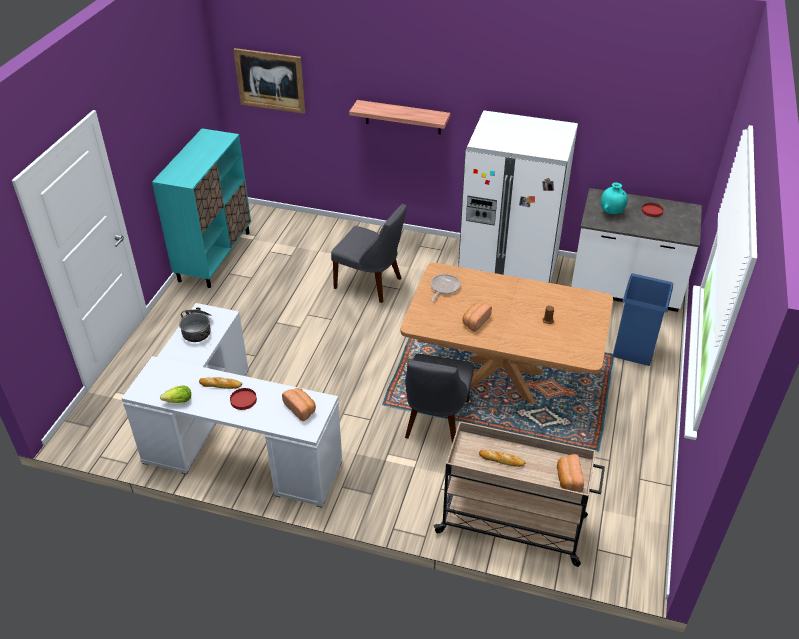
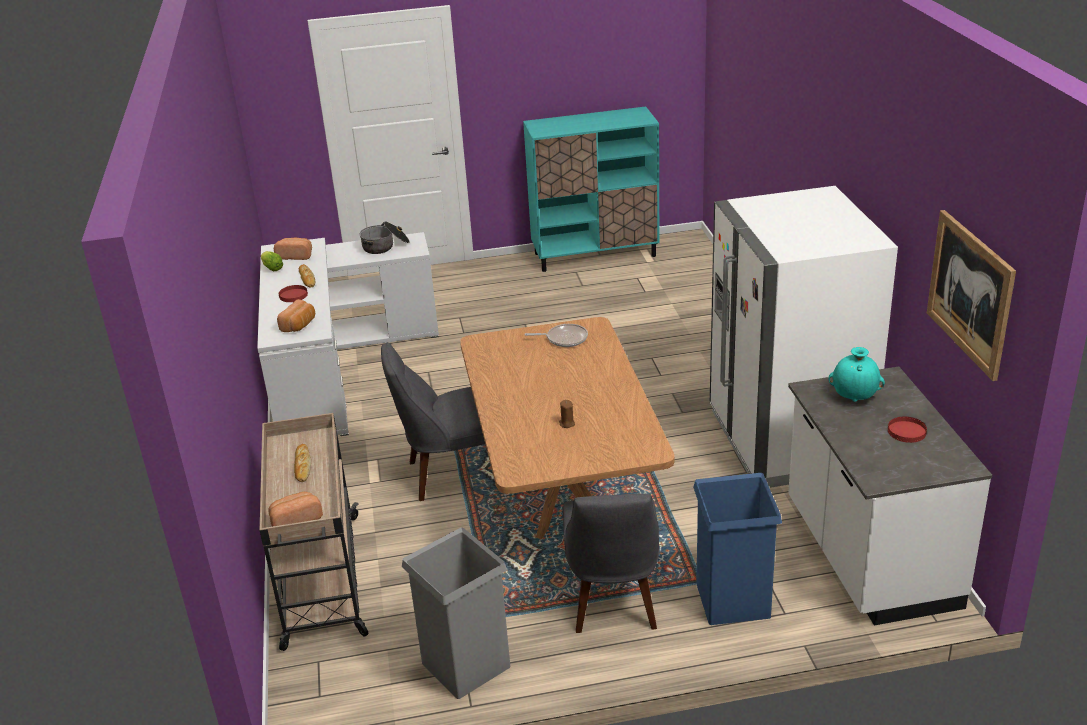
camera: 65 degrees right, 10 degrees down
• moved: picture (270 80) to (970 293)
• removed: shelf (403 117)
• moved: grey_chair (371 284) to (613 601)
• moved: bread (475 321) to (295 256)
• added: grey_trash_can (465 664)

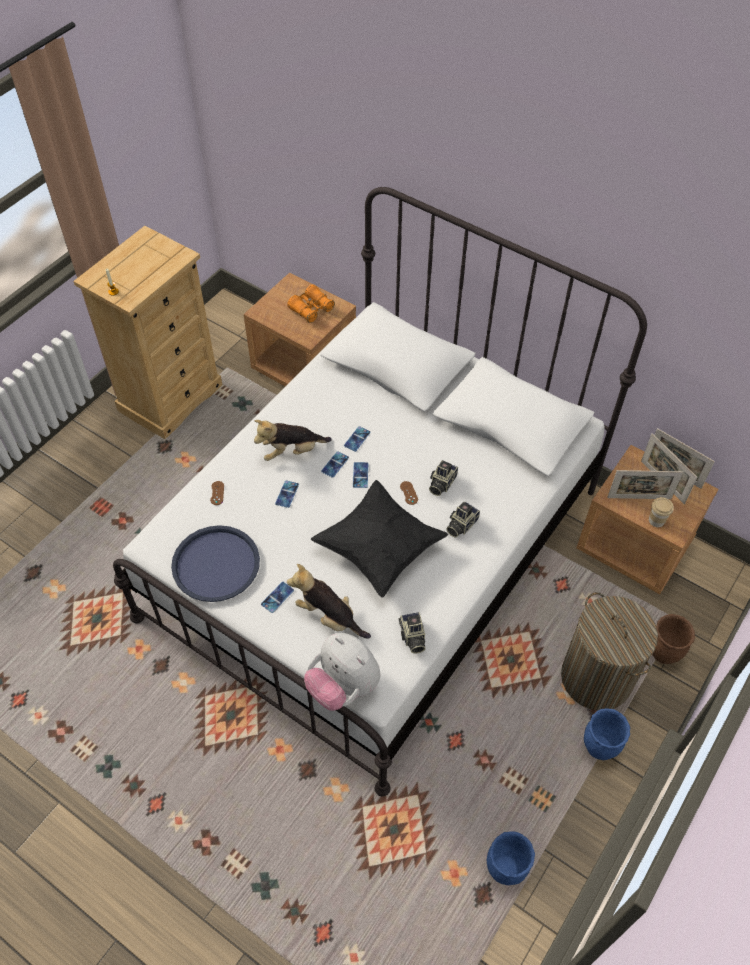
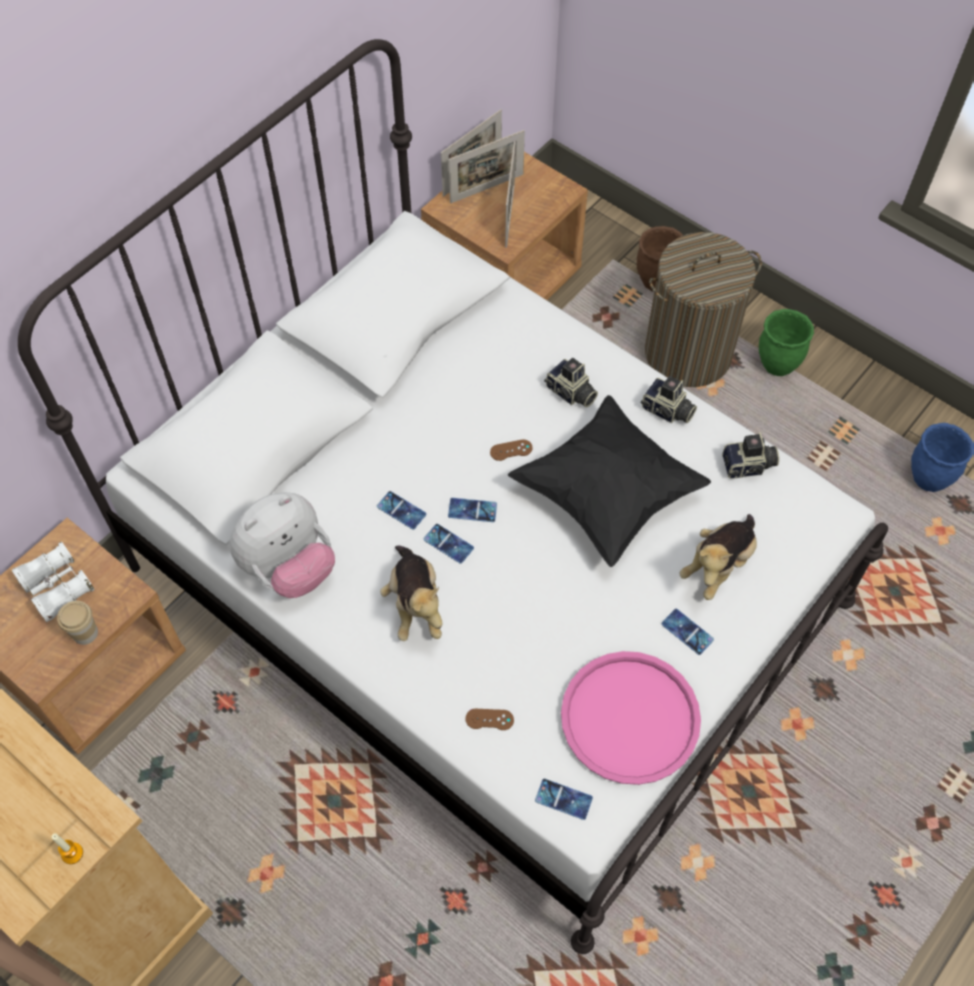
camera: 85 degrees left, 5 degrees up
• recoloured: orange_binoculars (311 309) to white_binoculars (57 587)
• moved: photo_camera (441 483) to (667 411)
• moved: phone (287 494) to (563 799)
• moved: cup (656 520) to (85 633)
• recoloured: blue_tray (216 564) to pink_tray (630 718)
• moved: plush_toy (343 686) to (289 567)
• recoloured: blue_planter (600 748) to green_planter (777 364)

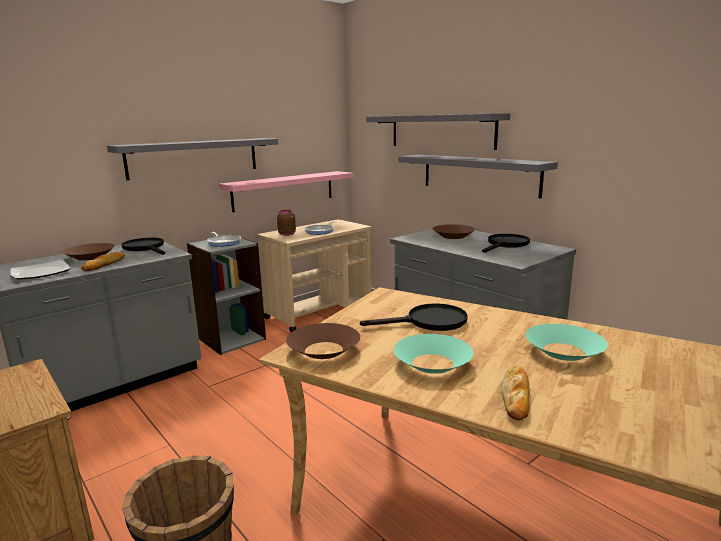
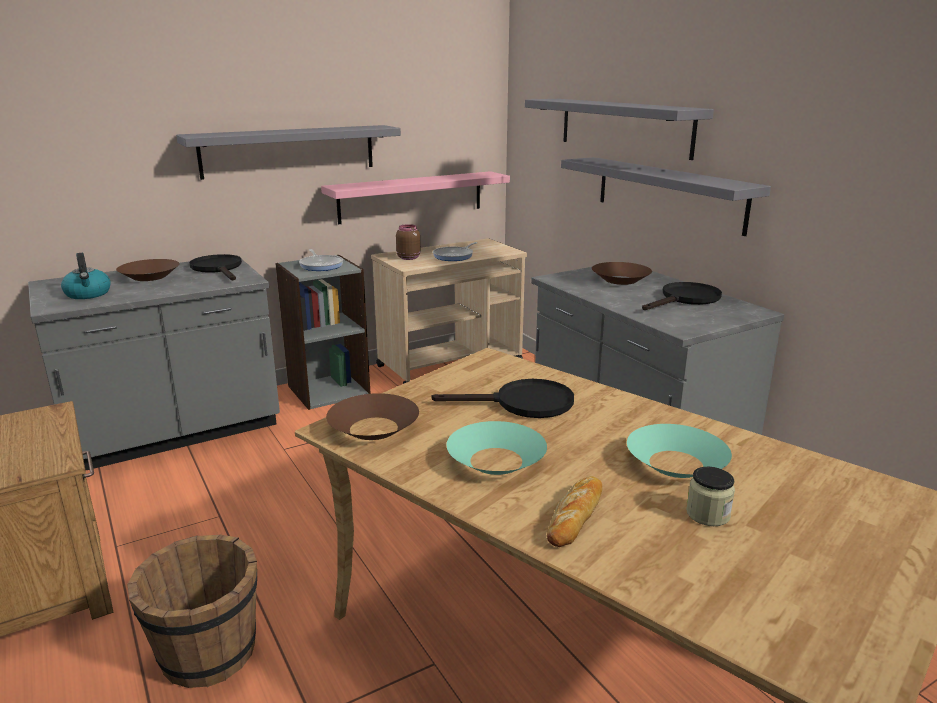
camera: 10 degrees right, 5 degrees up
• removed: bread (105 264)
• replaced: plate (41 272) to kettle (88 294)
• added: jar (707 514)

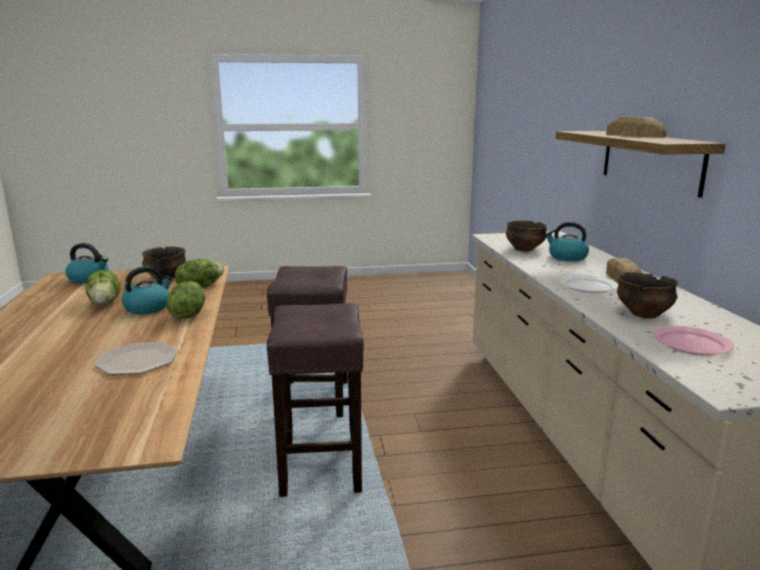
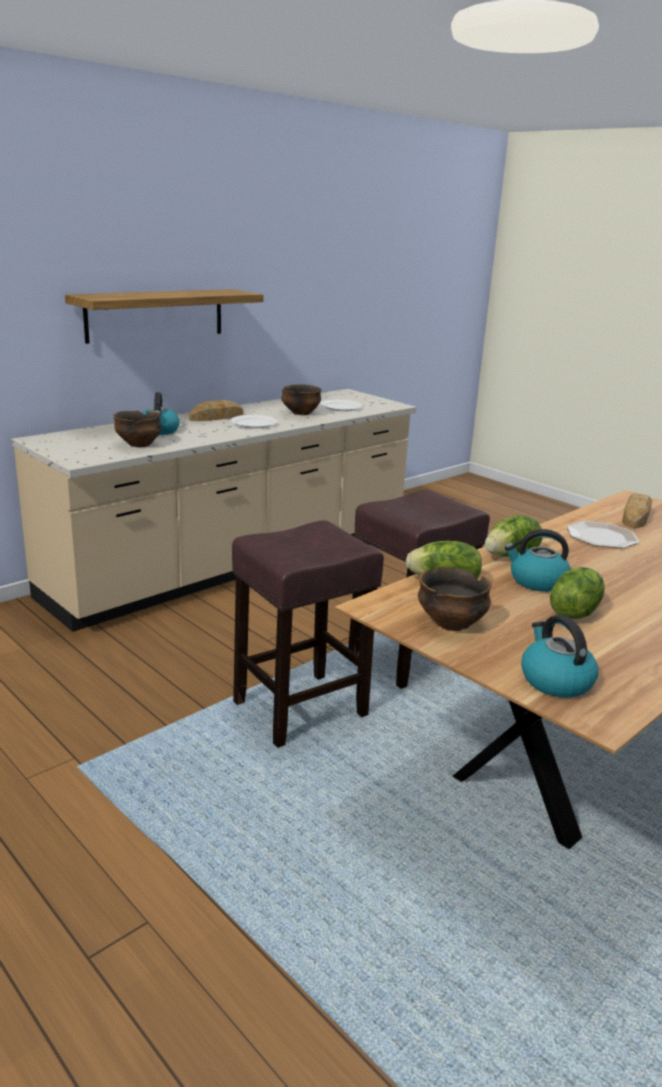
camera: 125 degrees left, 5 degrees up
• moved: bread (634 135) to (636 516)
• recoloured: pink_plate (692 344) to white_plate (341 407)

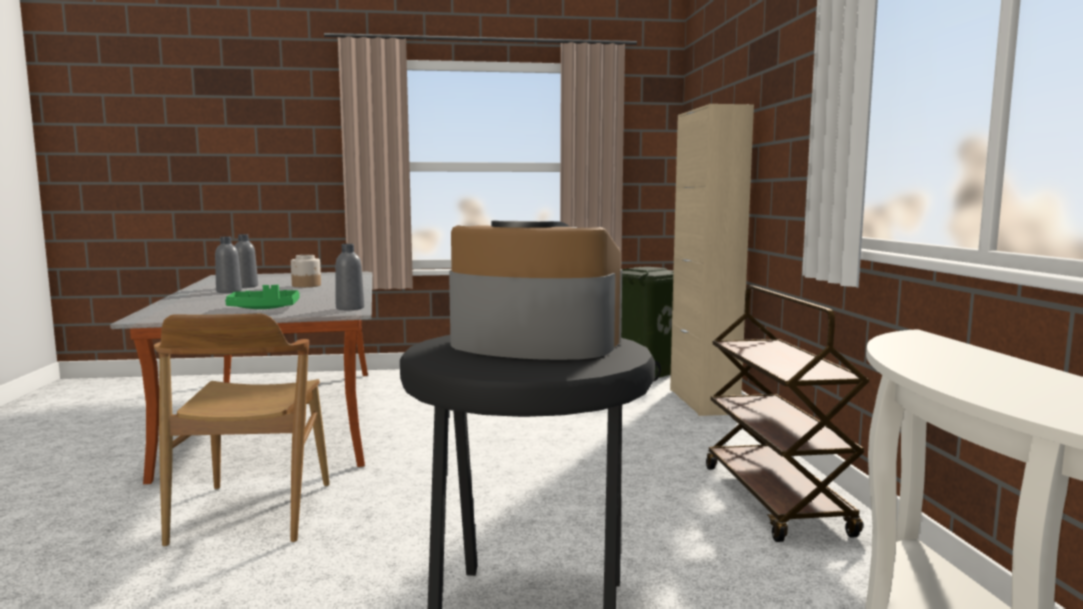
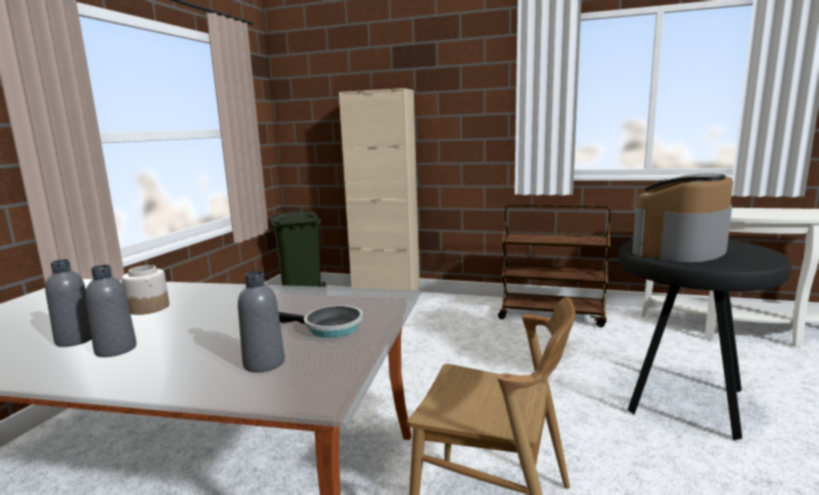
camera: 65 degrees left, 5 degrees up
• moved: grey_bottle (350 308) to (264 363)
• replaced: green_tray (264 309) to frying_pan (328 328)

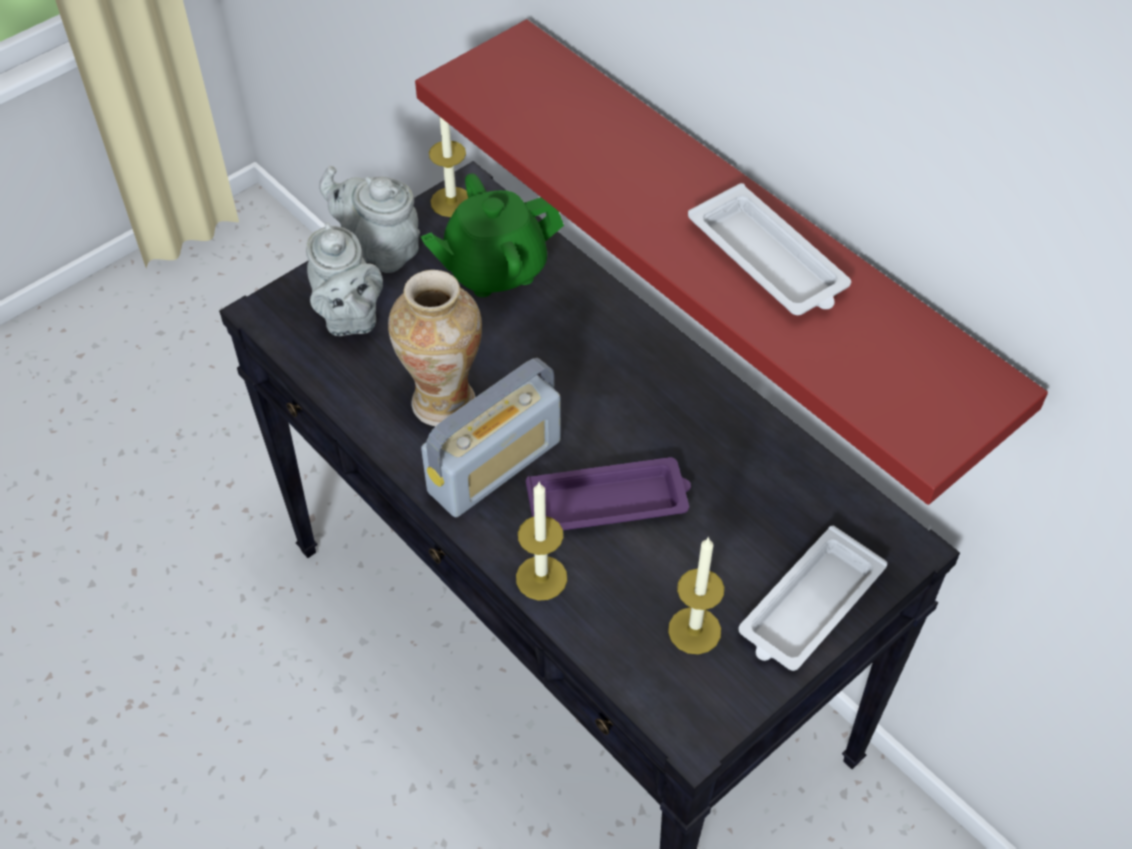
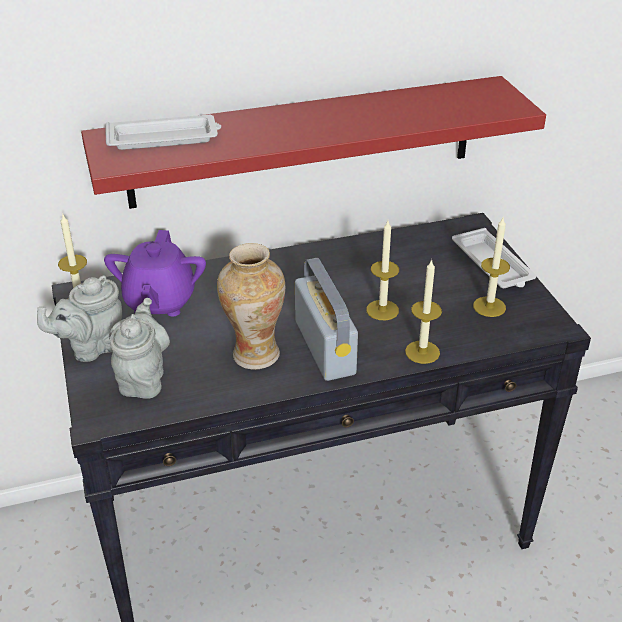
camera: 65 degrees left, 15 degrees down
• recoloured: green_teapot (495 269) to purple_teapot (160 302)
• moved: white_tray (768 261) to (165 138)
• turned: grey_teapot (348 318) = (143 378) 90 degrees counterclockwise
• replaced: purple_tray (610 502) to candle (382 310)

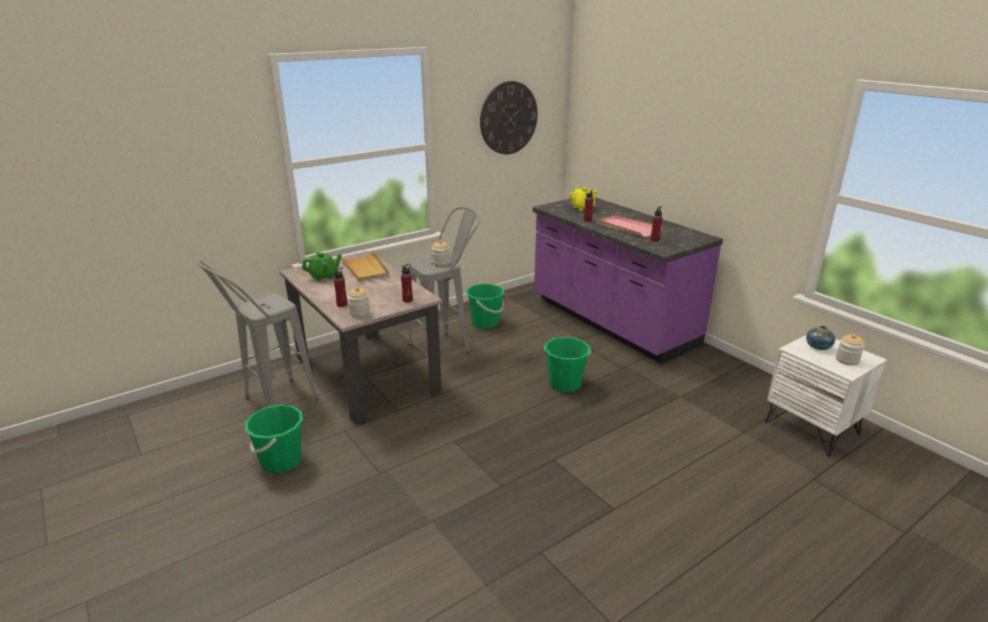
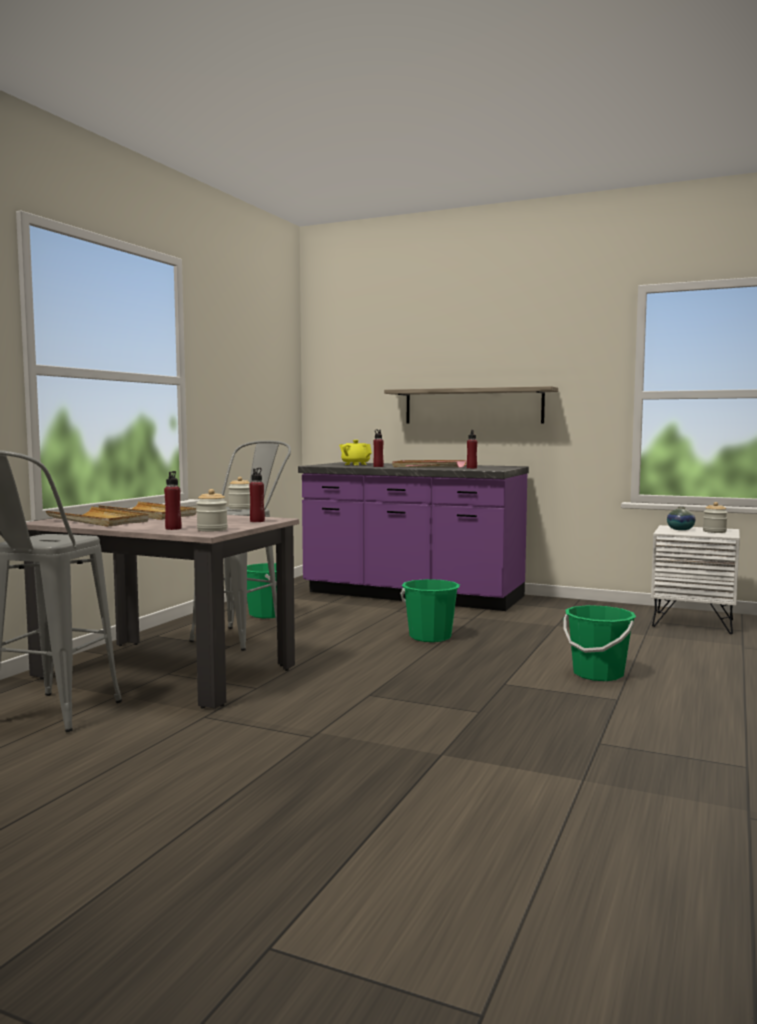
camera: 30 degrees left, 20 degrees down
• removed: wall_clock (508 118)
• replaced: green_teapot (324 276) to beige_tray (98 521)
• moved: green_bucket (281 461) to (597 674)
• added: shelf (473 406)

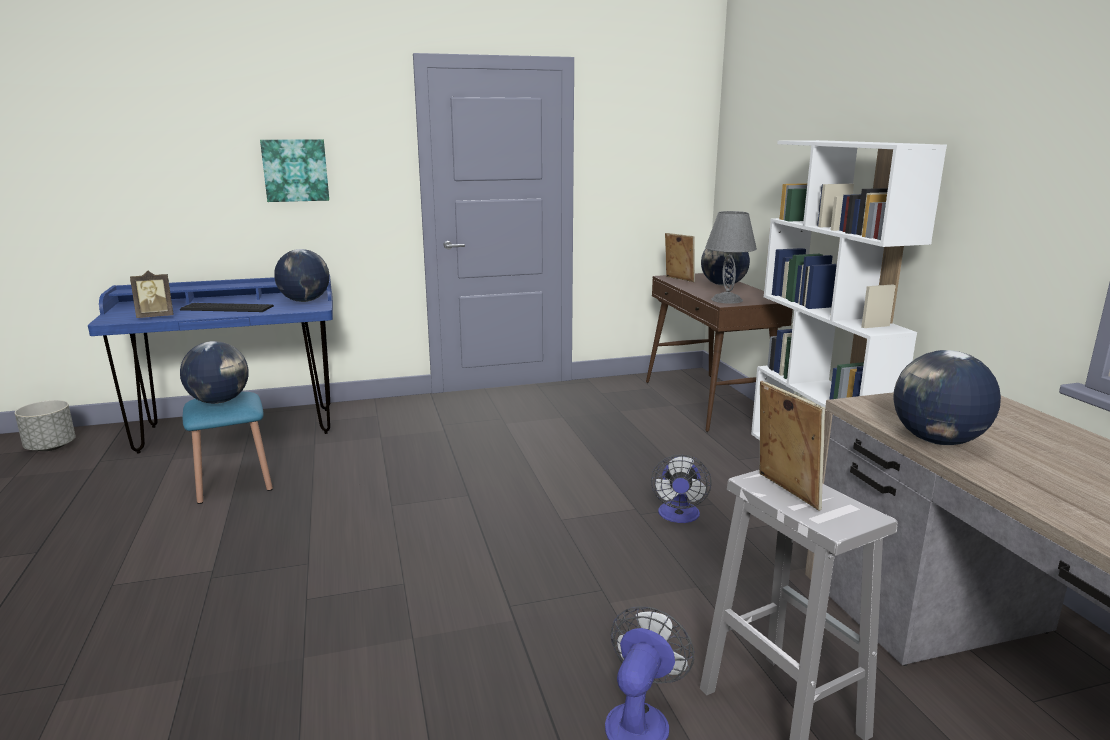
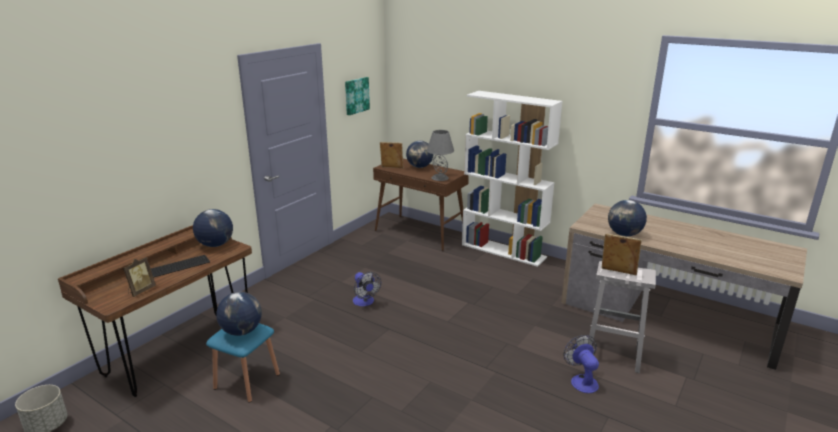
camera: 40 degrees left, 5 degrees up
• moved: picture (295 170) to (356 95)
• recoloured: blue_desk (239 429) to brown_desk (179 351)
• moved: fan (678 516) to (365 302)

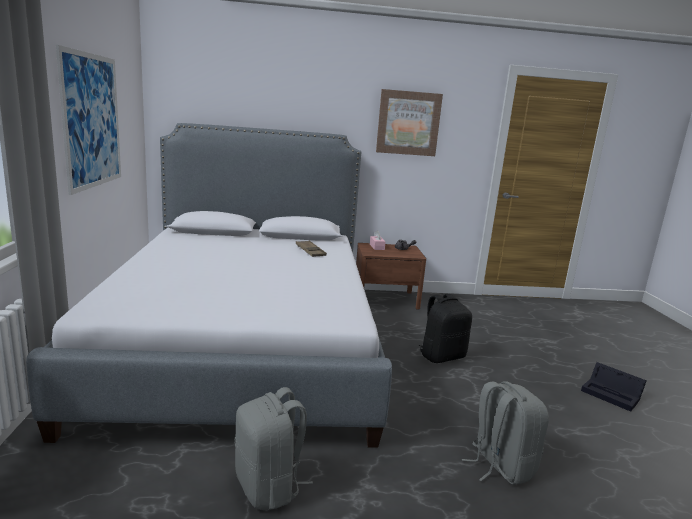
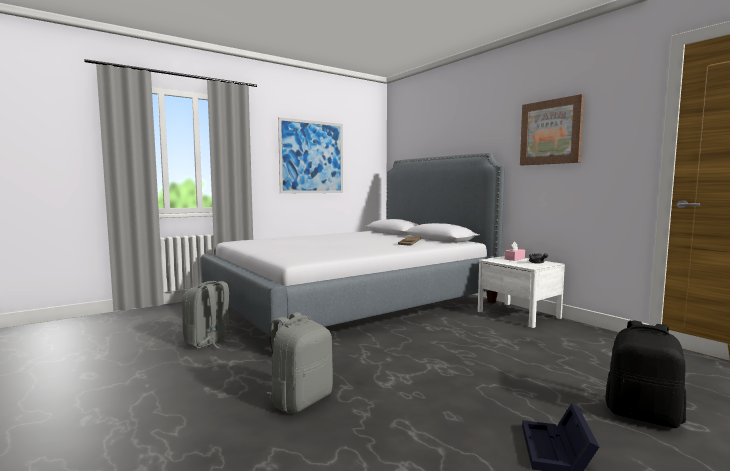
camera: 60 degrees right, 10 degrees down
• recoloured: brown_nightstand (385 299) to white_nightstand (518 314)
• moved: black_backpack (442 356) to (643 415)

